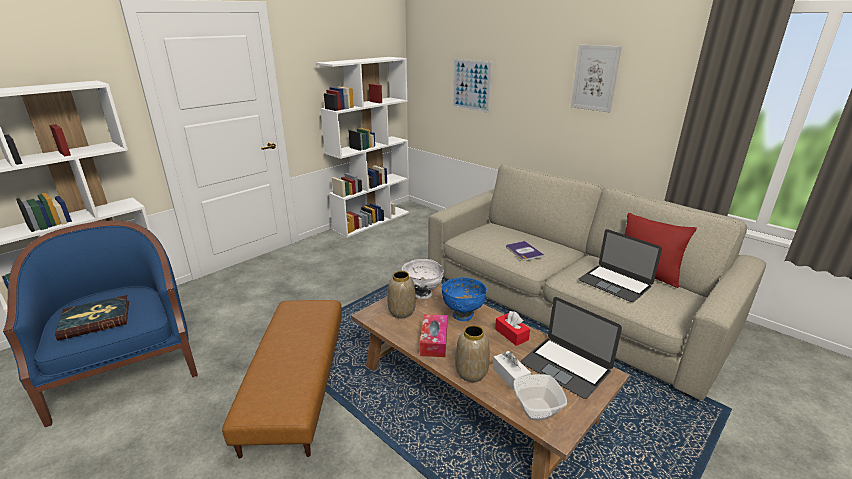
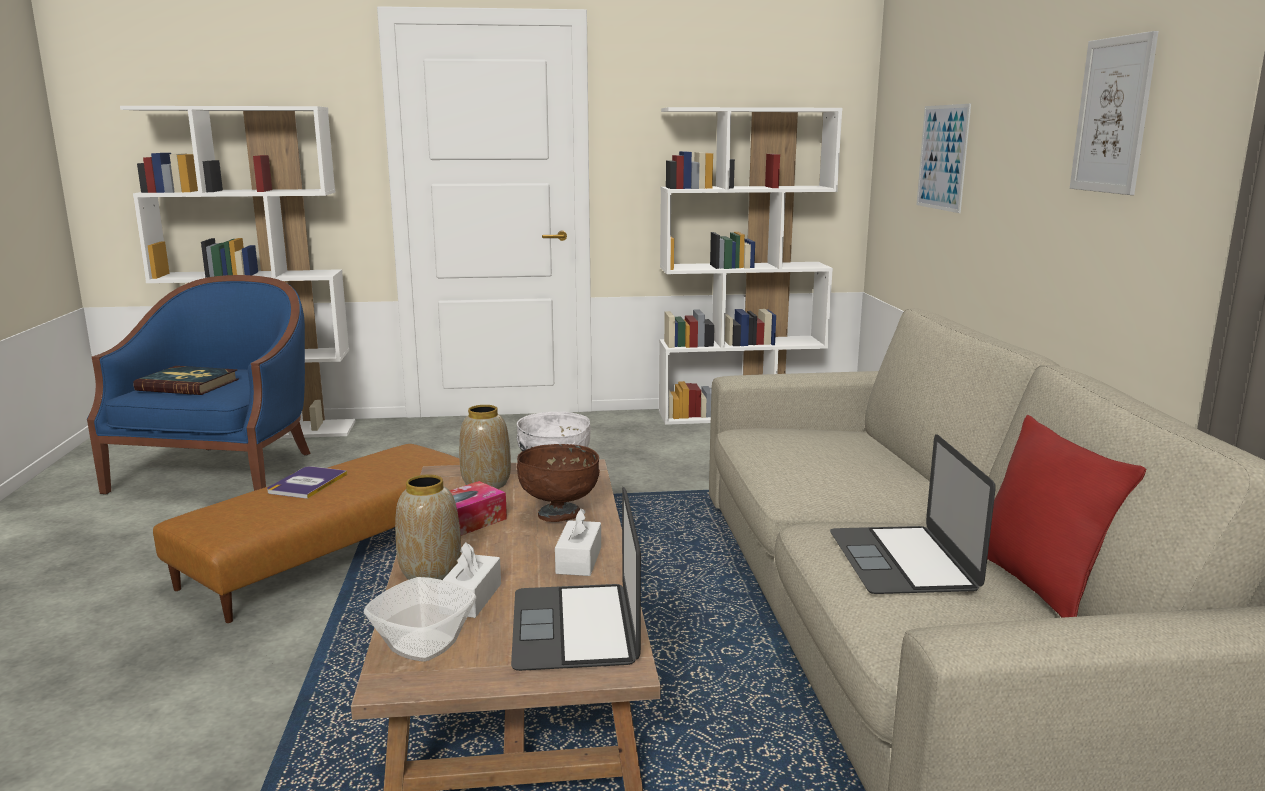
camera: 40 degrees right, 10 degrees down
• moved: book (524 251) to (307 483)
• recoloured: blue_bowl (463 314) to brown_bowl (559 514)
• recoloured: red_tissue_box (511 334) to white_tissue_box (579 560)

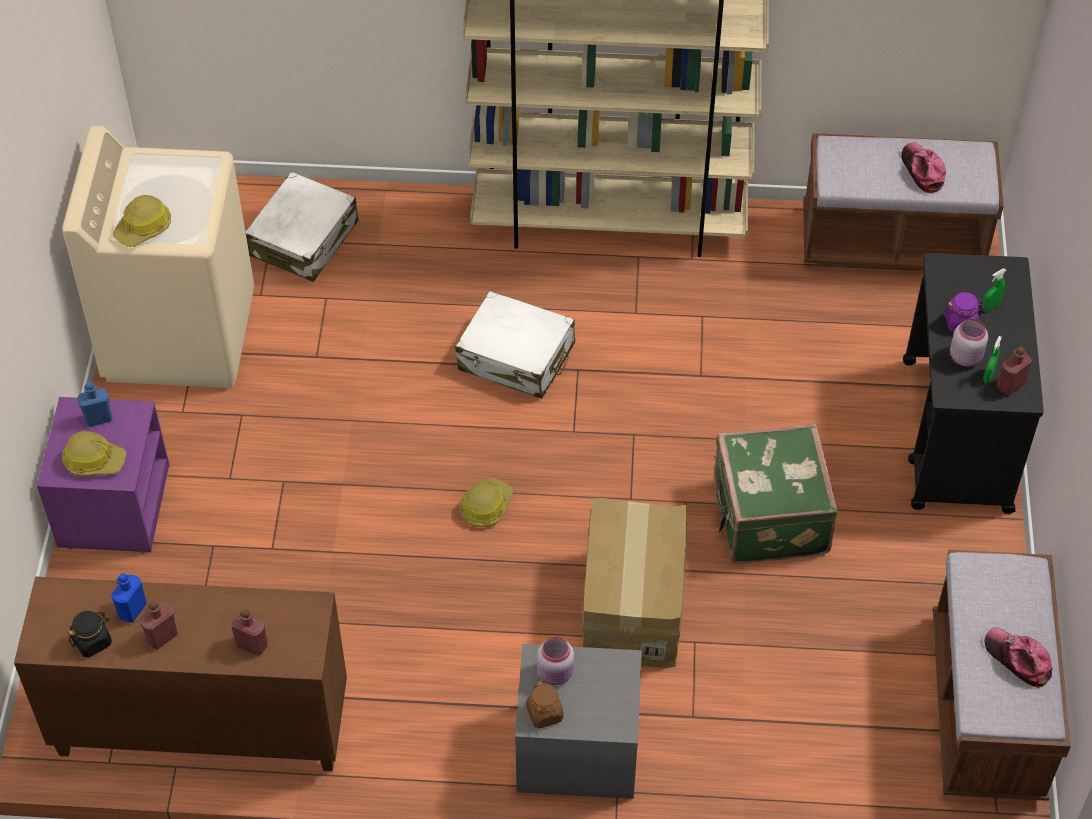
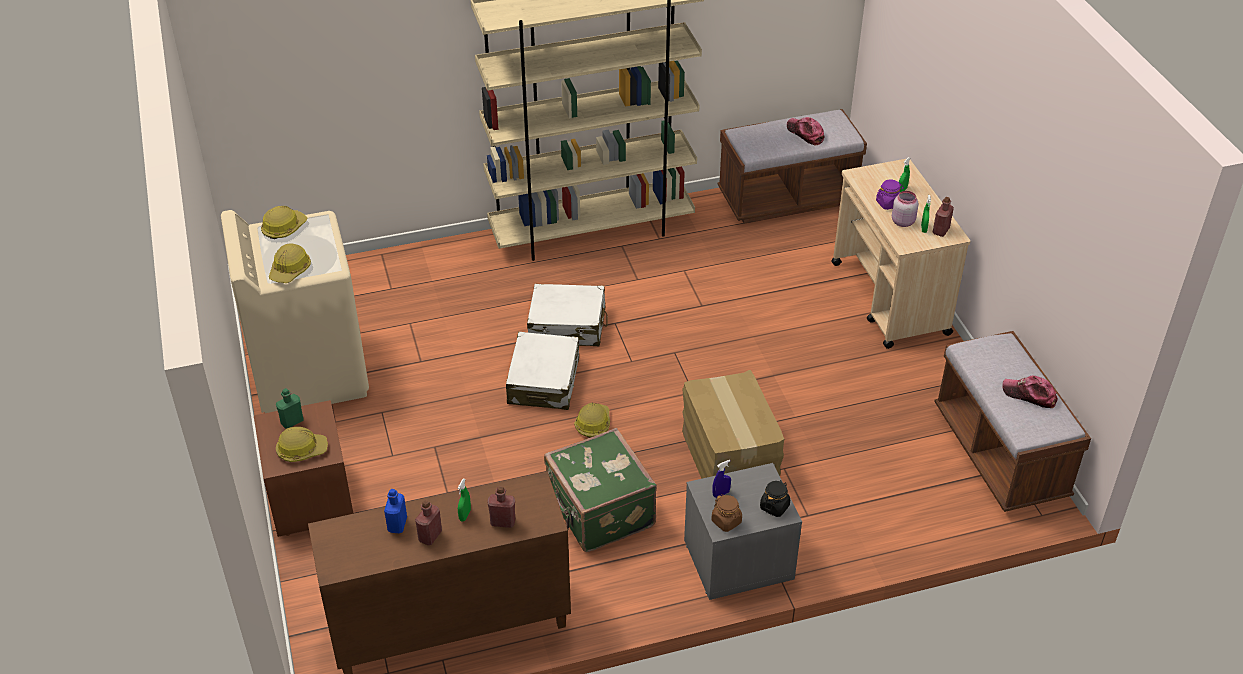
camera: 20 degrees left, 10 degrees down
• moved: white_suitcase (304 239) to (544 381)
• recoloured: black_cart (956 436) to beige_cart (890 299)
• recoloured: blue_bottle (98 419) to green_bottle (292 422)
• recoloured: purple_nightstand (113 505) to brown_nightstand (309 497)
• moved: green_suitcase (768 517) to (599 512)
• moved: black_jar (92 641) to (774 507)
• replaced: pink_jar (556 673) to blue_spray_bottle (721 494)
• added: hard_hat (284 228)
• added: green_spray_bottle (465 515)

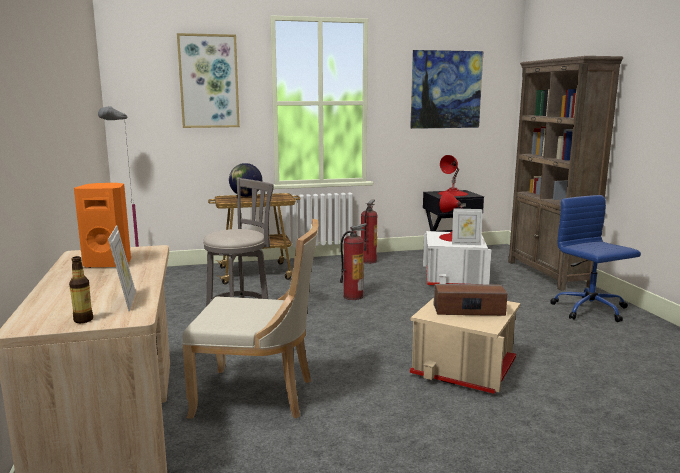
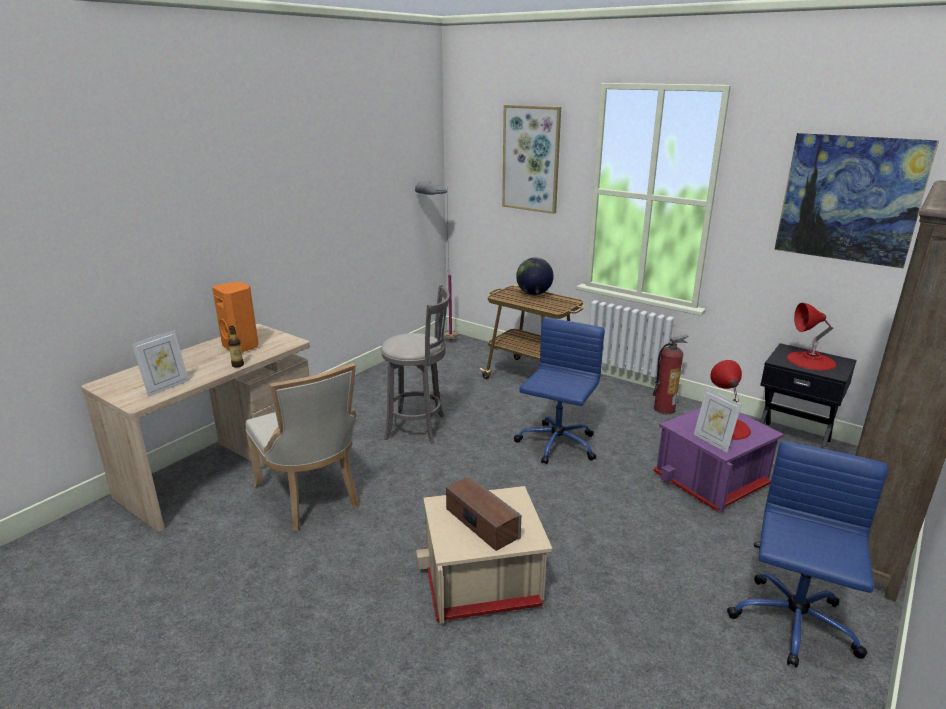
camera: 50 degrees right, 10 degrees up
• replaced: fire_extinguisher (353 296) to blue_office_chair (556 445)
• recoloured: white_storage_box (454 278) to purple_storage_box (712 479)
• moved: bottle (83 320) to (238 365)

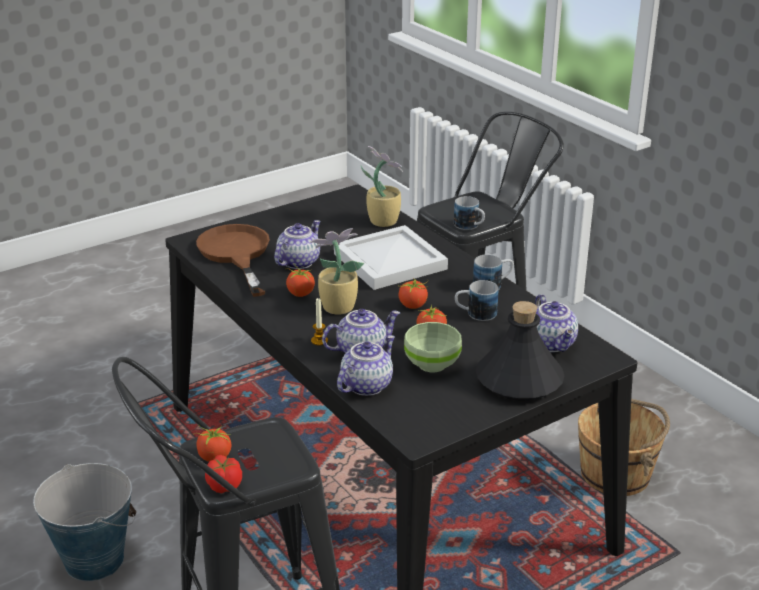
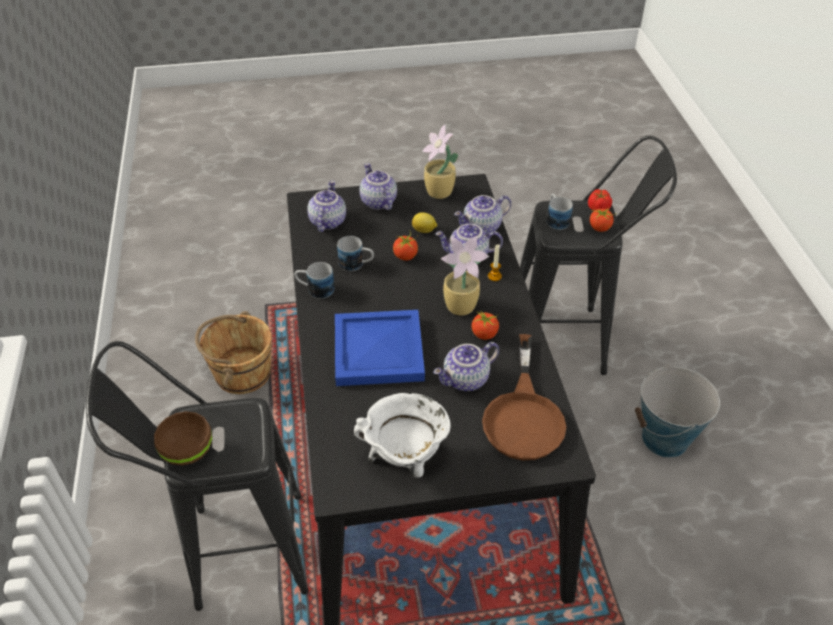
camera: 155 degrees left, 15 degrees up
• moved: potted_plant (383 221) to (439 193)
• moved: mug (470 226) to (556 219)
• recoloured: white_tray (389 262) to blue_tray (380 349)
• removed: tomato (413 305)
• replaced: black_bottle (519 380) to teapot (377 202)
• replaced: green_bowl (433 364) to lemon (424 230)
• added: white_cooking_pot (405 459)
• added: brown_bowl (187 451)

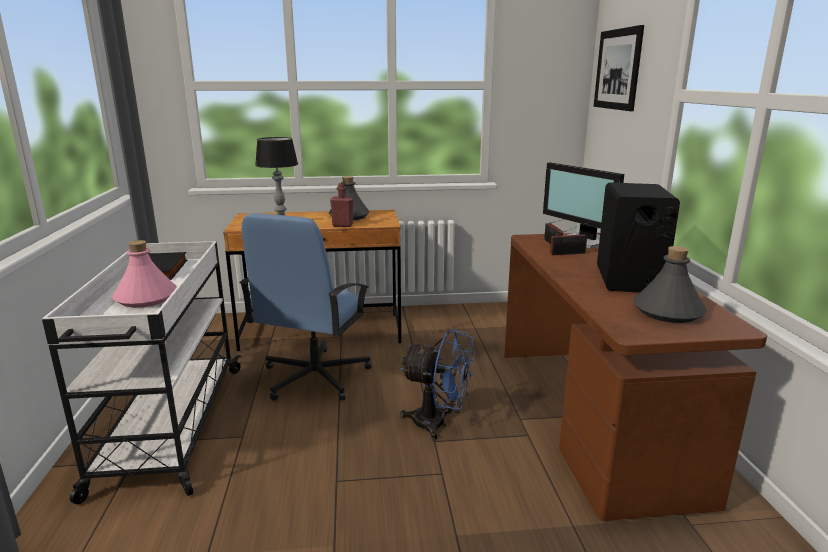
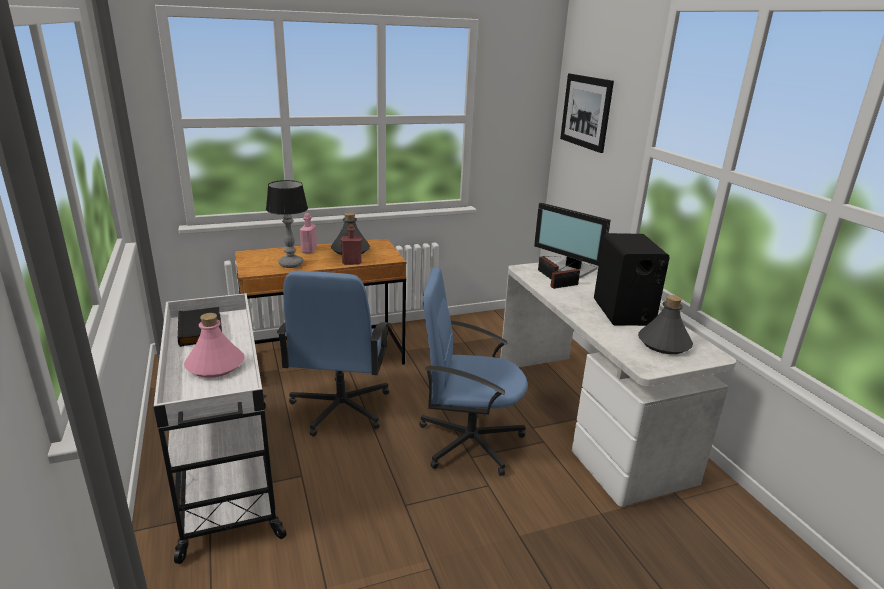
camera: 15 degrees left, 5 degrees up
• recoloured: brown_desk (592 416) to white_desk (587 418)
• replaced: blue_fan (438 424) to blue_office_chair (468 441)
• added: pink_bottle (309 250)

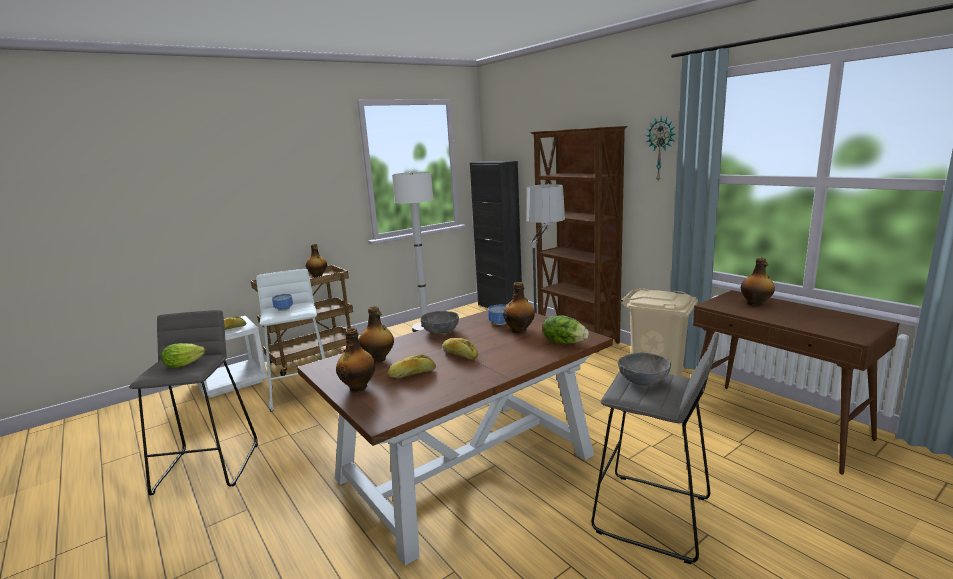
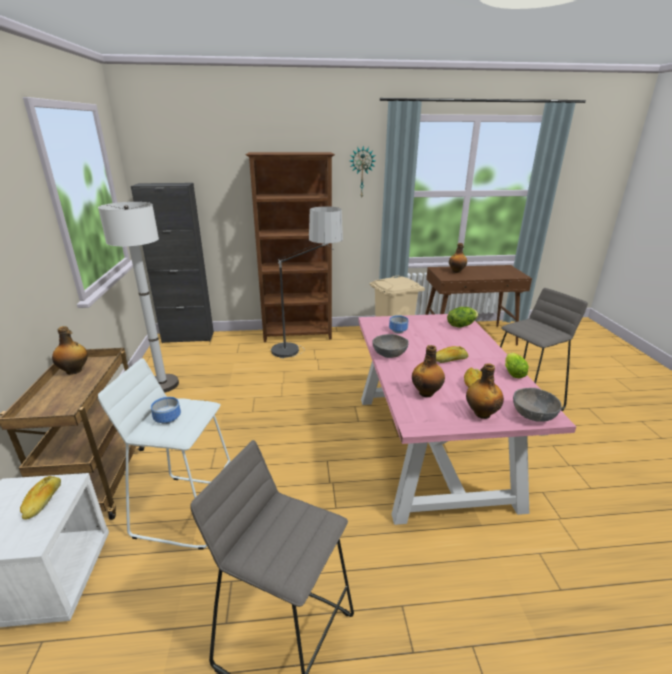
camera: 60 degrees left, 10 degrees up
• removed: bottle (519 330)
• recoloured: brown_dining_table (467 466) to pink_dining_table (430 446)
• moved: lettuce (186 364) to (512 372)
• moved: grey_bowl (643 381) to (533 414)

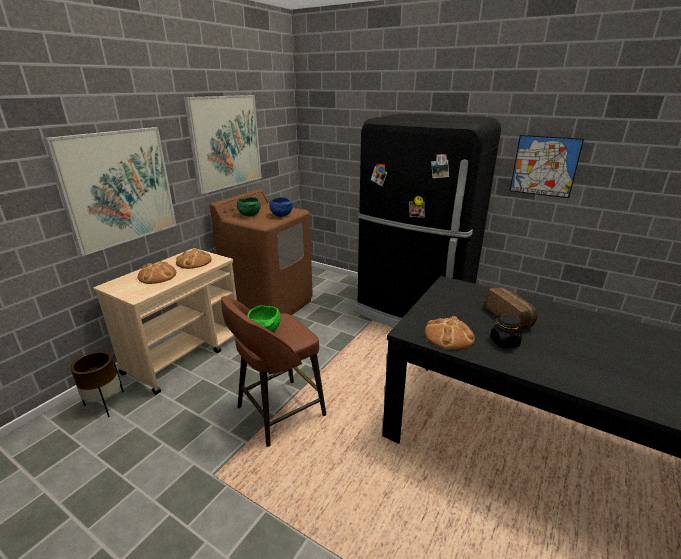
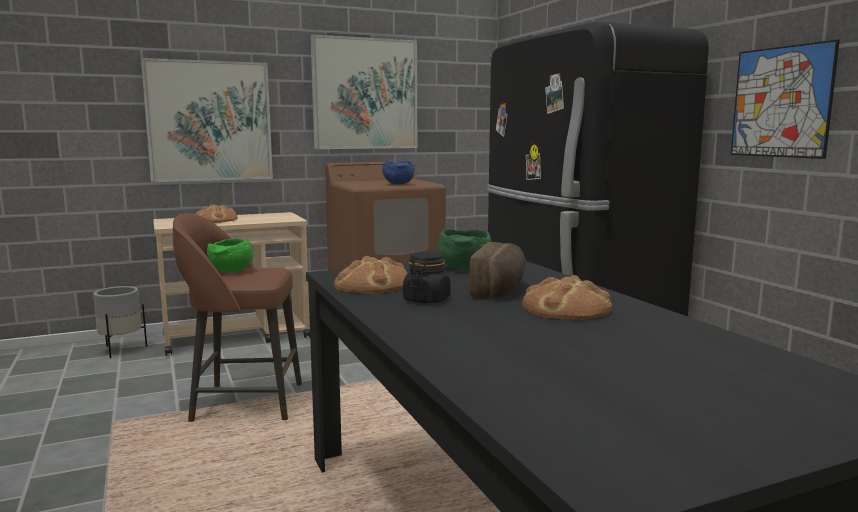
camera: 35 degrees right, 15 degrees down
• moved: green_bowl (249 215) to (464 268)
• moved: bread (194 262) to (566 308)
• recoloured: brown_planter (105 404) to grey_planter (121 350)

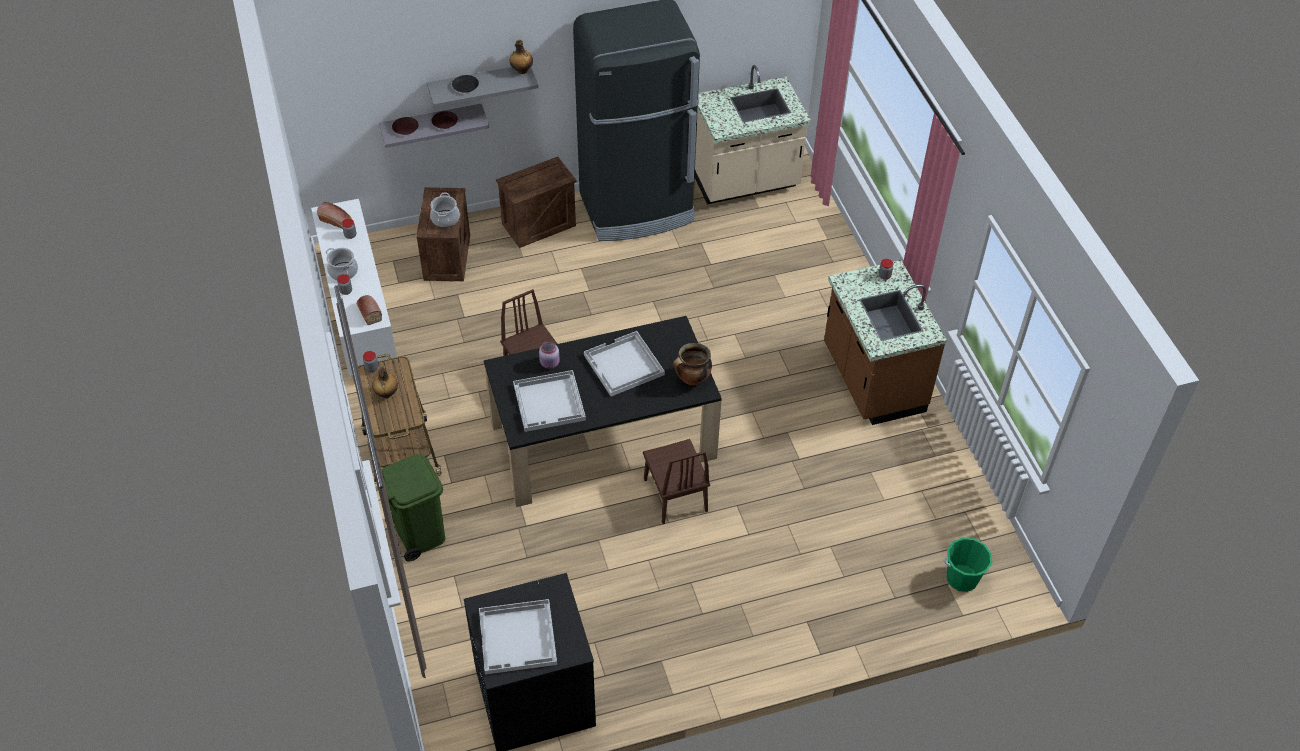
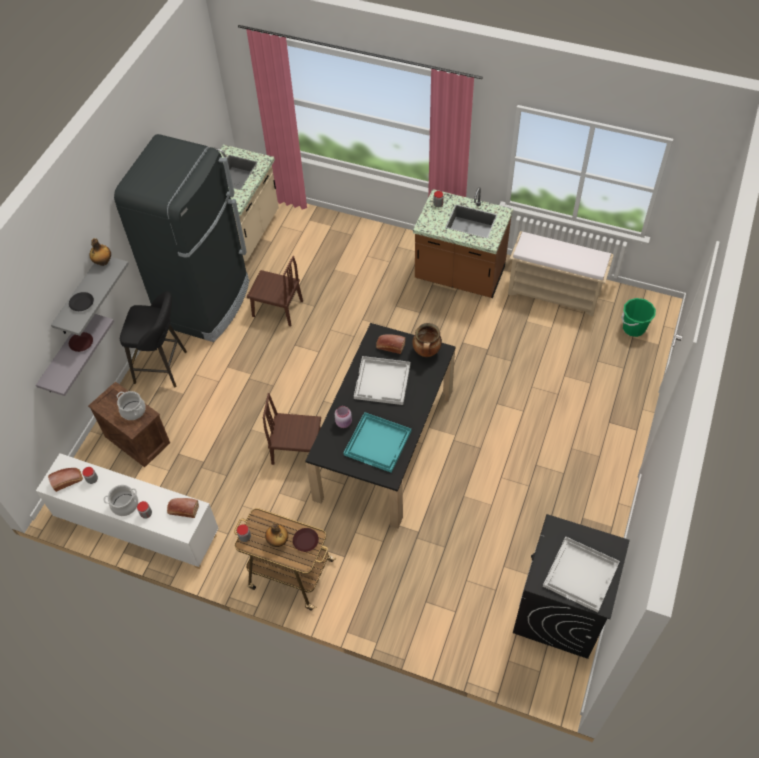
camera: 50 degrees left, 5 degrees up
• moved: brown_plate (405 128) to (306 541)
• replaced: crate (538 225) to black_stool (164 367)
• recoloured: white_tray (550 402) to turquoise_tray (378 442)
• moved: brown_chair (675 495) to (277 308)
• removed: green_trash_can (419 533)
• added: beige_bench (555 293)
• added: bread (390 346)

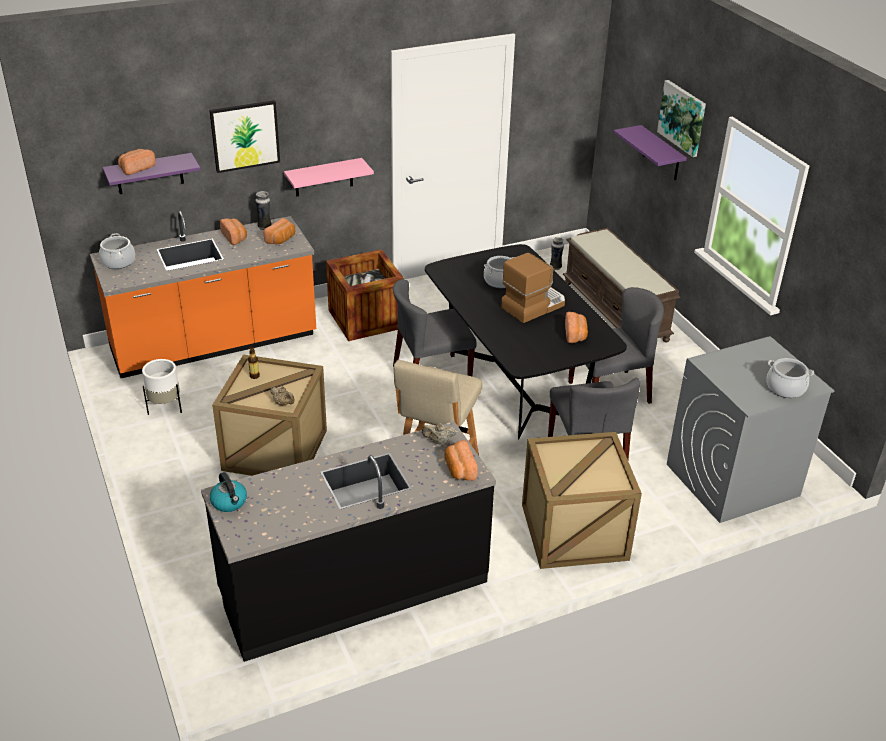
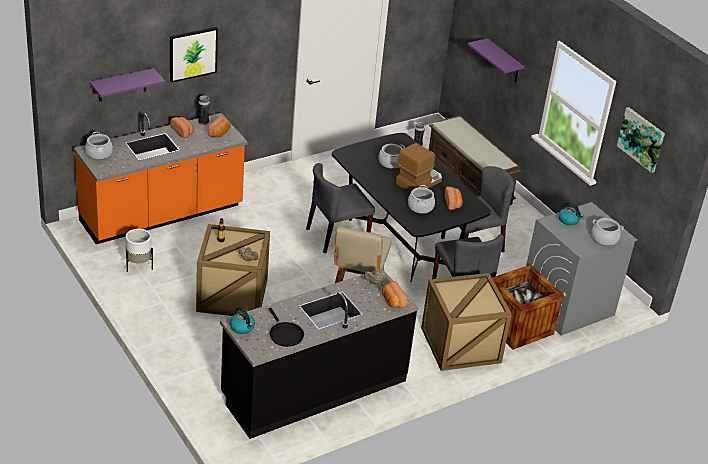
camera: 10 degrees left, 0 degrees up
• moved: picture (682 117) to (641 139)
• removed: bread (136 168)
• removed: pink_shelf (324 177)
• moved: crate (365 319) to (517 326)
• added: cooking_pot (420 207)
• added: kettle (569 220)
• added: black_frying_pan (285 334)

